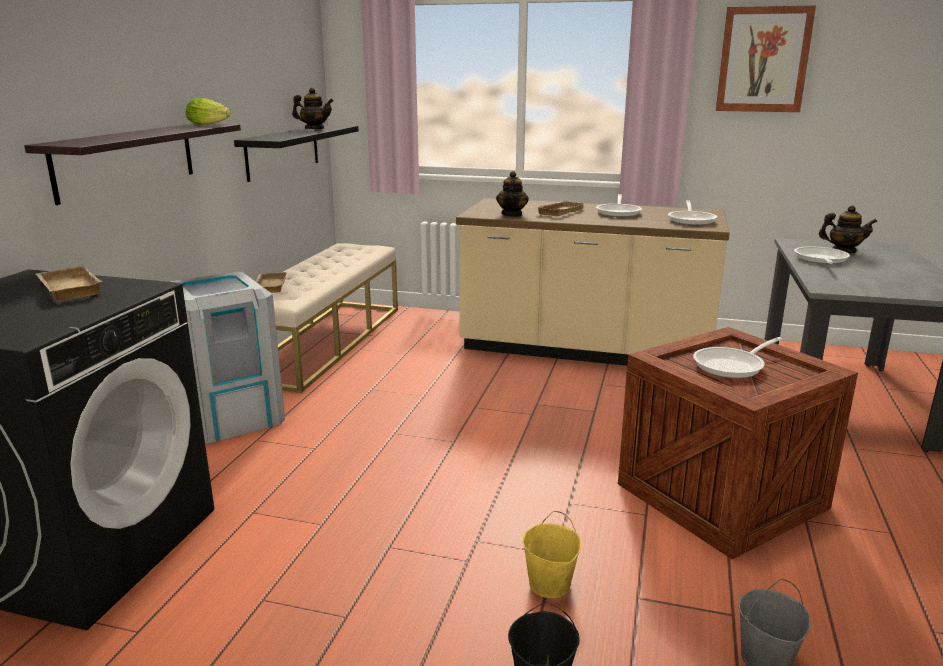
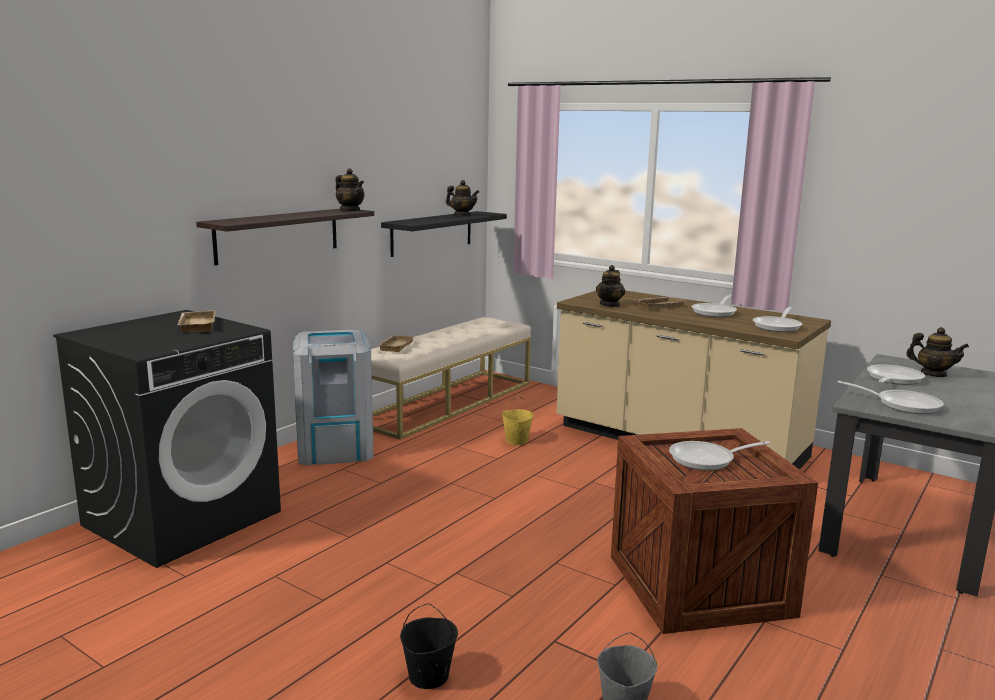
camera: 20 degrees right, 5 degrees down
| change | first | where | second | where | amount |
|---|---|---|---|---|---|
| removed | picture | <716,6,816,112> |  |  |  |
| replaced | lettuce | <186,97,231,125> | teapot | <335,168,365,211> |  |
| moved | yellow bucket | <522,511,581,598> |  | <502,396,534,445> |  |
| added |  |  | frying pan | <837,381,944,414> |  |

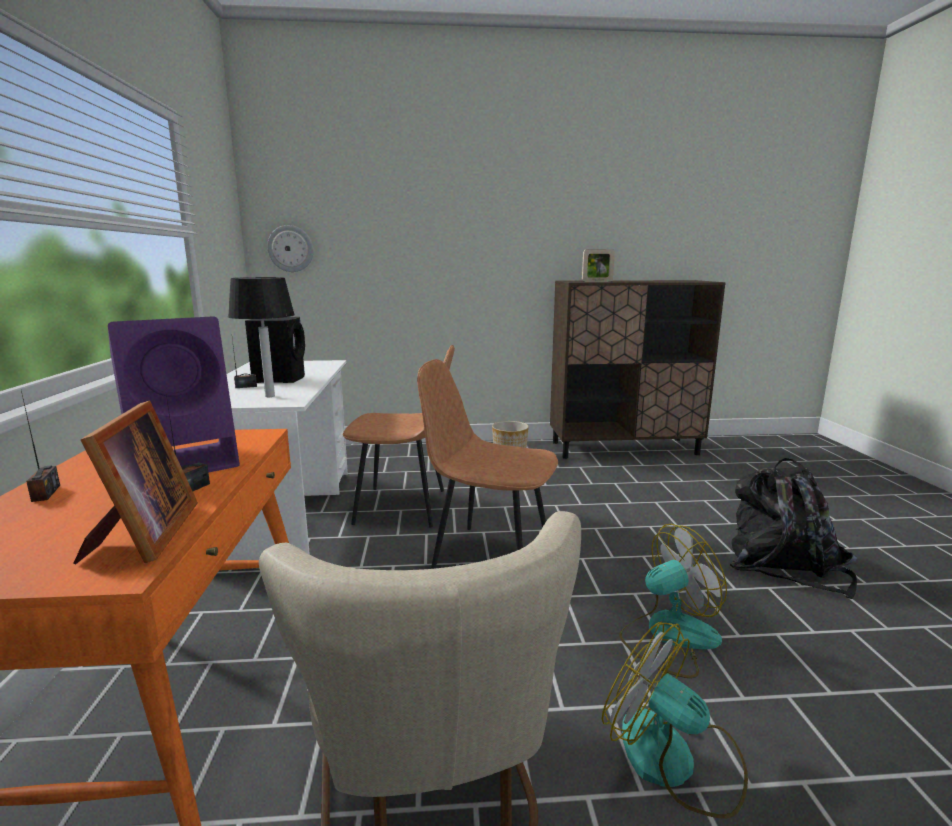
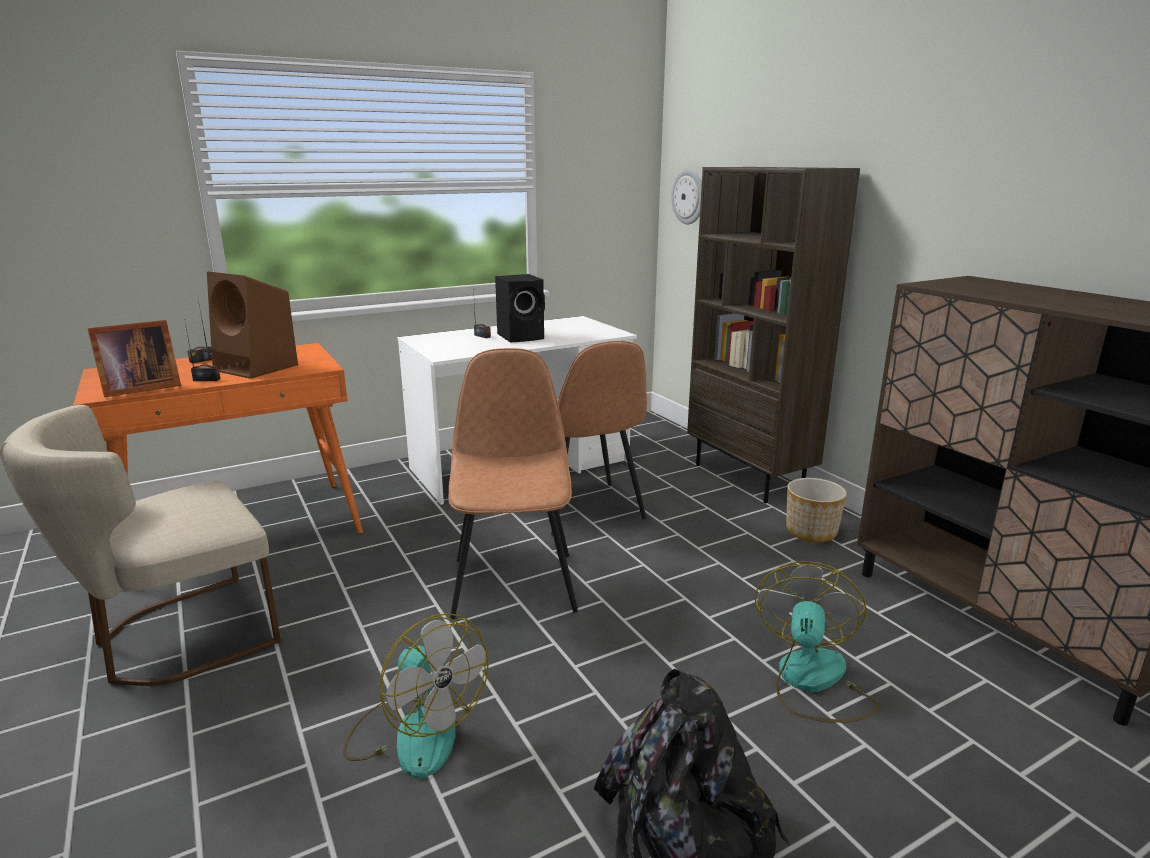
camera: 65 degrees right, 5 degrees up
| change | first | where | second | where | amount |
|---|---|---|---|---|---|
| removed | picture frame | <582,249,615,282> |  |  |  |
| removed | table lamp | <228,277,295,397> |  |  |  |
| recoloured | purple speaker | <108,316,240,473> | brown speaker | <207,272,298,379> |  |
| moved | fan | <602,622,748,819> |  | <755,561,879,723> |  |
| added |  |  | brown bookcase | <687,167,860,503> |  |

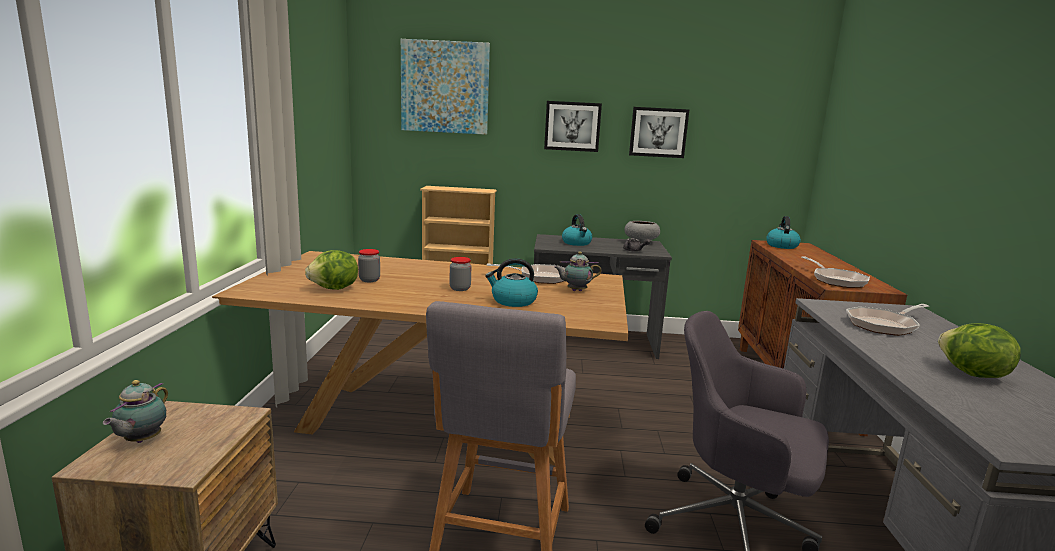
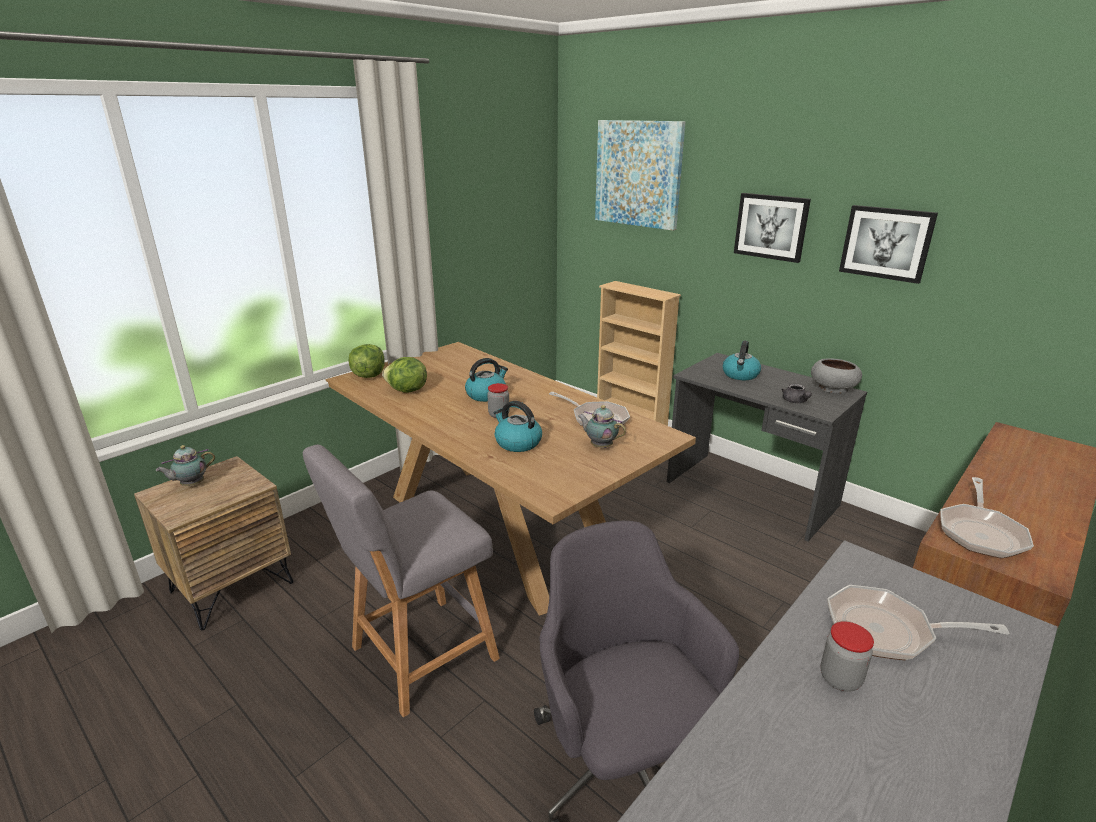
camera: 40 degrees right, 10 degrees up
| change | first | where | second | where | amount |
|---|---|---|---|---|---|
| moved | kettle | <766,216,801,249> |  | <465,358,508,402> |  |
| moved | jar | <358,249,380,282> |  | <821,621,874,692> |  |
| moved | lettuce | <938,323,1021,378> |  | <348,344,385,378> |  |

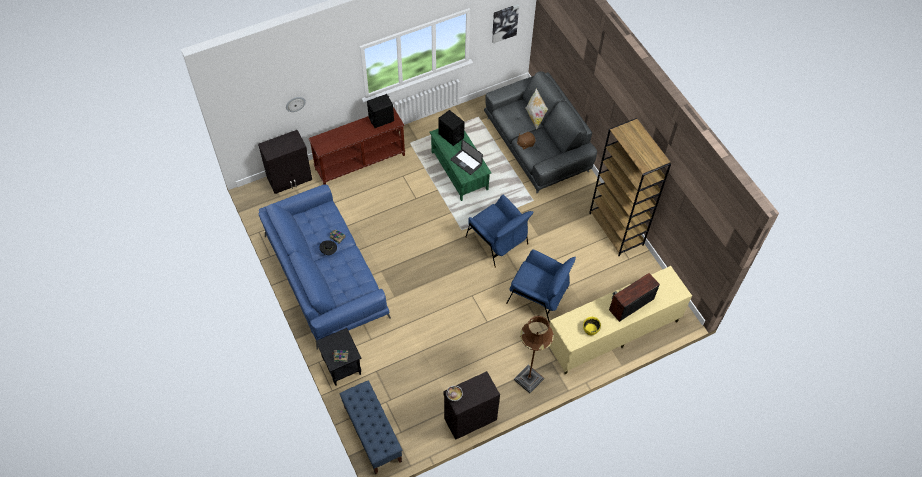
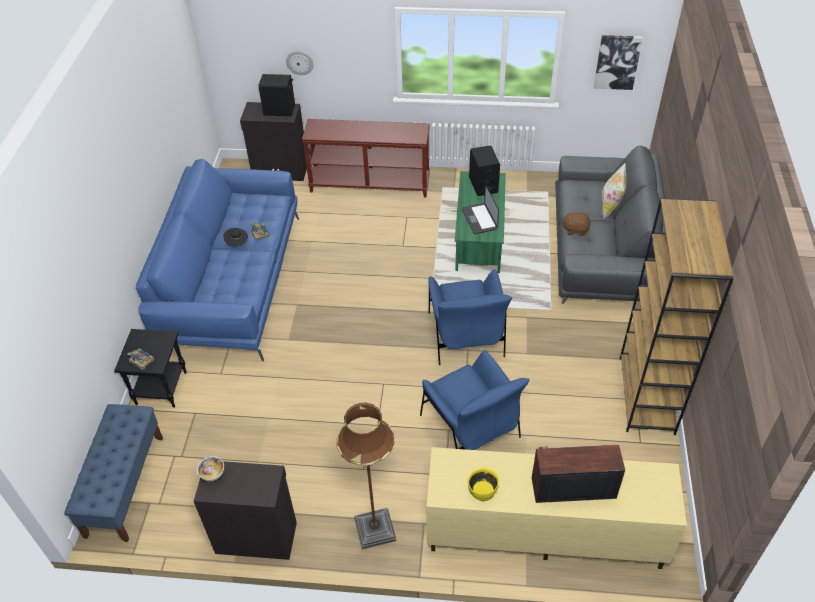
camera: 35 degrees right, 10 degrees down
| change | first | where | second | where | amount |
|---|---|---|---|---|---|
| moved | black speaker | <367,94,394,128> |  | <258,74,295,116> |  |

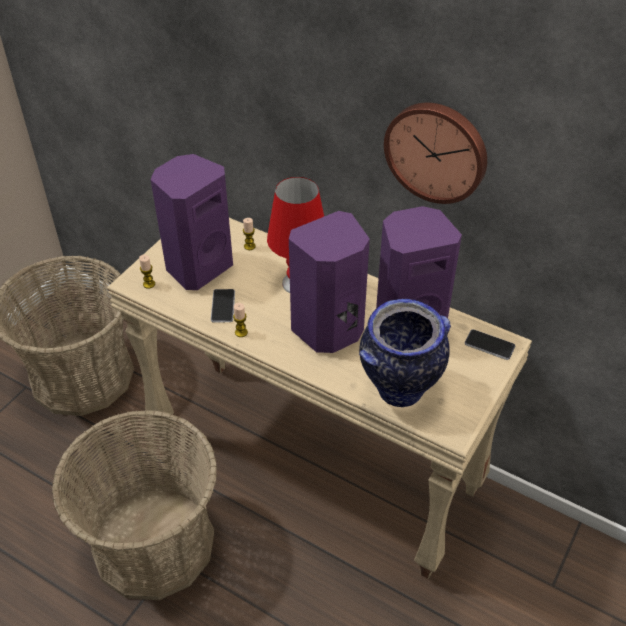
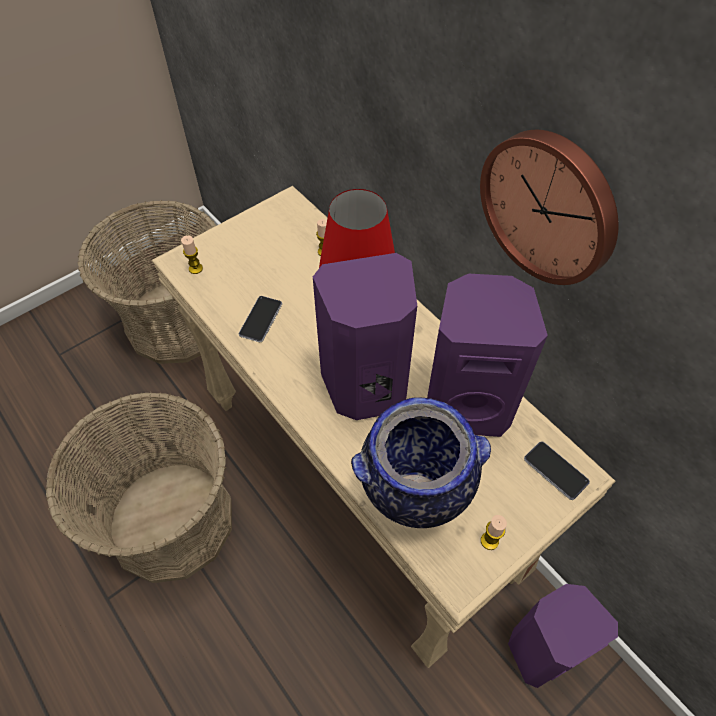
camera: 20 degrees right, 10 degrees up
| change | first | where | second | where | amount |
|---|---|---|---|---|---|
| moved | purple speaker | <151,154,233,290> |  | <508,584,618,688> |  |
| moved | candle | <233,303,248,337> |  | <481,515,507,550> |  |

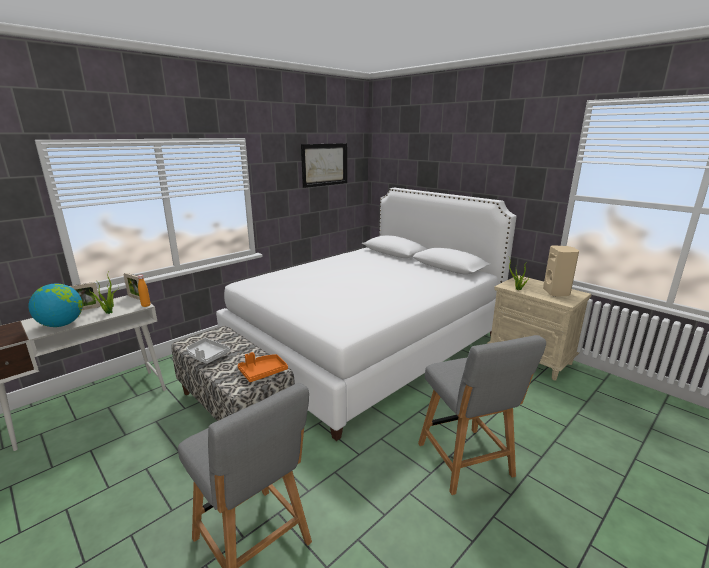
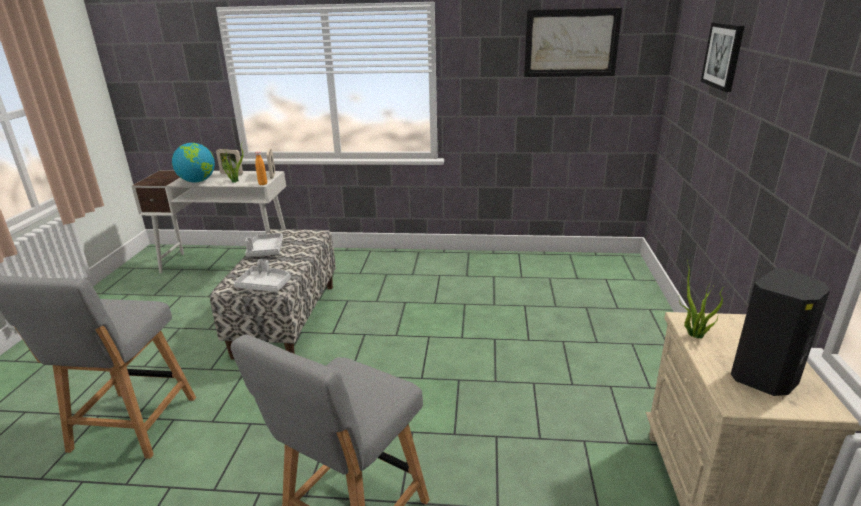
camera: 50 degrees right, 5 degrees up
| change | first | where | second | where | amount |
|---|---|---|---|---|---|
| removed | white bed | <216,188,517,441> |  |  |  |
| recoloured | beige speaker | <543,245,579,297> | black speaker | <731,268,830,396> |  |
| recoloured | orange tray | <237,352,288,382> | grey tray | <234,259,291,292> |  |
| added |  |  | picture | <701,22,745,92> |  |

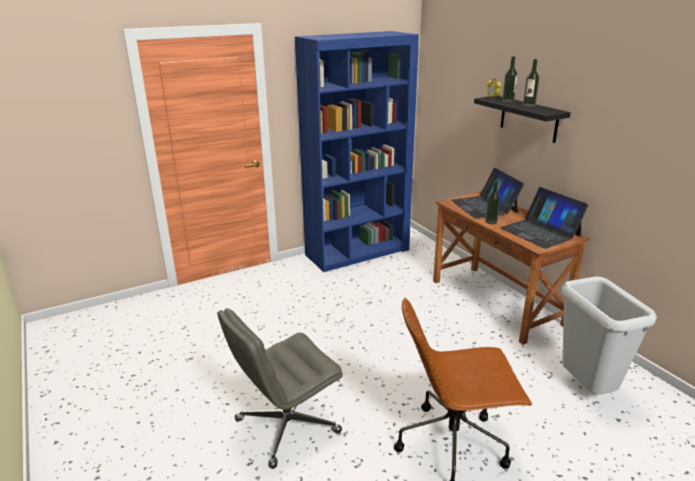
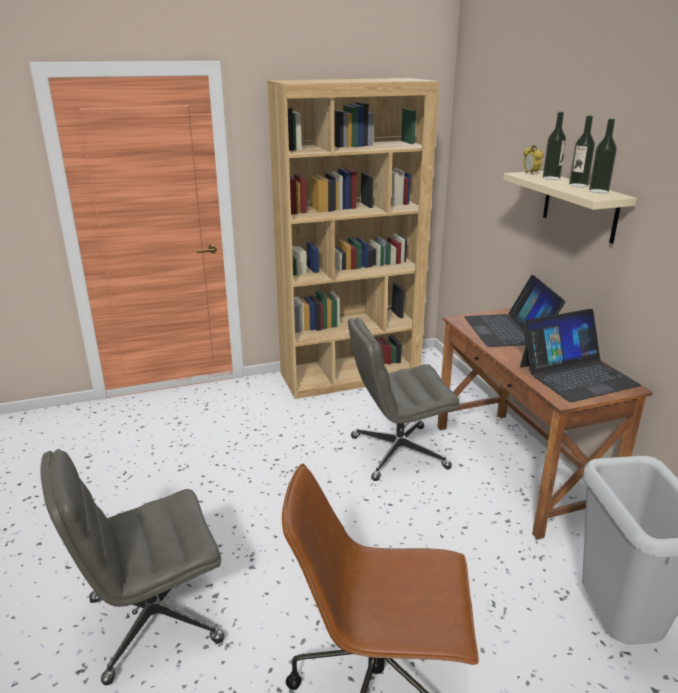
camera: 10 degrees right, 0 degrees up
| change | first | where | second | where | amount |
|---|---|---|---|---|---|
| recoloured | blue bookcase | <295,31,419,272> | brown bookcase | <267,78,439,399> |  |
| recoloured | black shelf | <474,96,571,143> | beige shelf | <503,171,637,244> |  |
| moved | bottle | <485,181,500,224> |  | <589,119,617,193> |  |
| turned | laptop | <500,187,589,249> |  | <520,309,642,402> | 90 degrees counterclockwise |
| added |  |  | grey office chair | <348,318,460,481> |  |

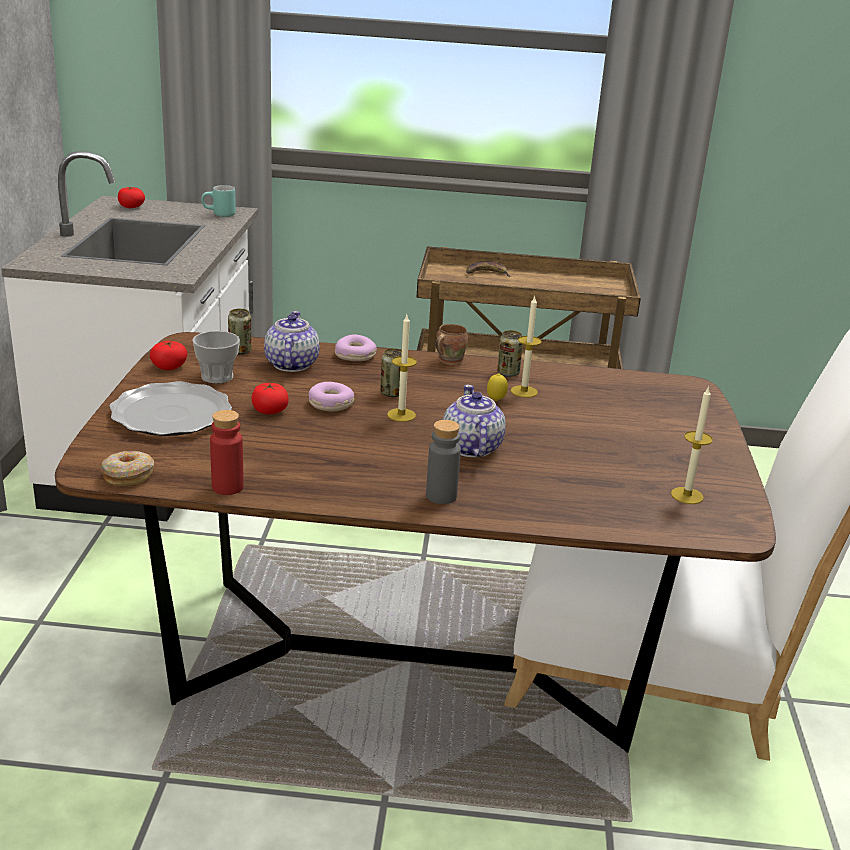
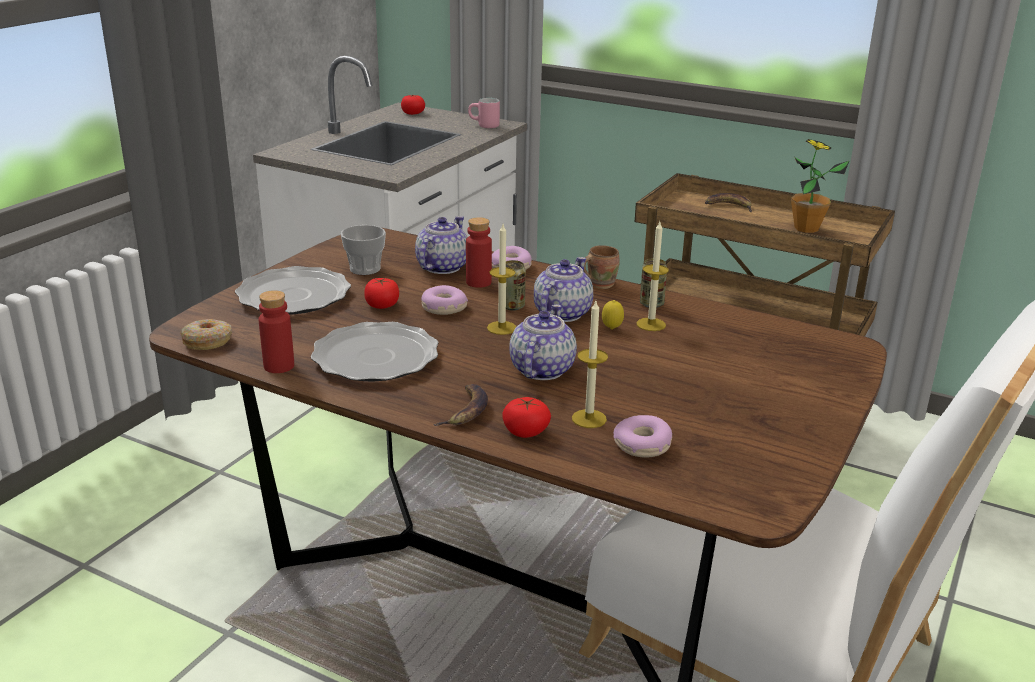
camera: 25 degrees right, 0 degrees up
| change | first | where | second | where | amount |
|---|---|---|---|---|---|
| recoloured | turquoise mug | <201,185,236,217> | pink mug | <468,98,500,128> |  |
| removed | can | <228,309,252,355> |  |  |  |
| moved | tomato | <150,341,188,370> |  | <503,397,551,438> |  |
| moved | candle | <671,386,713,504> |  | <572,301,608,428> |  |
| replaced | grey bottle | <426,420,461,504> | banana | <433,384,488,426> |  |
| added |  |  | potted plant | <791,139,849,233> |  |
| added |  |  | red bottle | <466,217,492,288> |  |
| added |  |  | teapot | <534,257,593,322> |  |
| added |  |  | plate | <311,322,438,382> |  |
| added |  |  | donut | <613,415,672,457> |  |

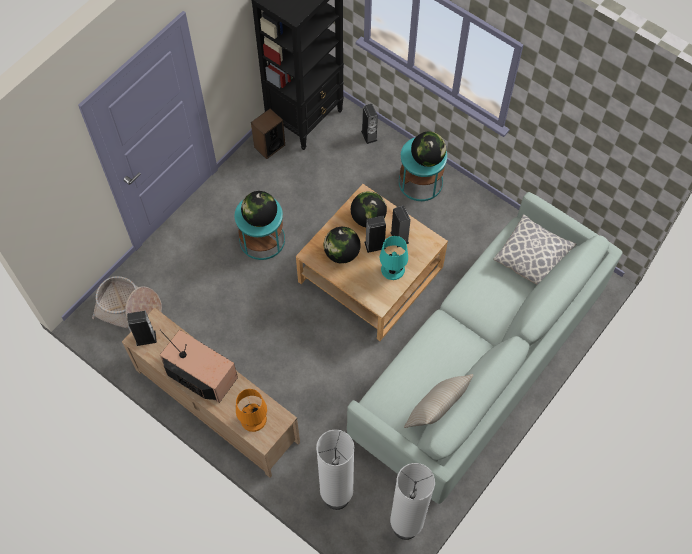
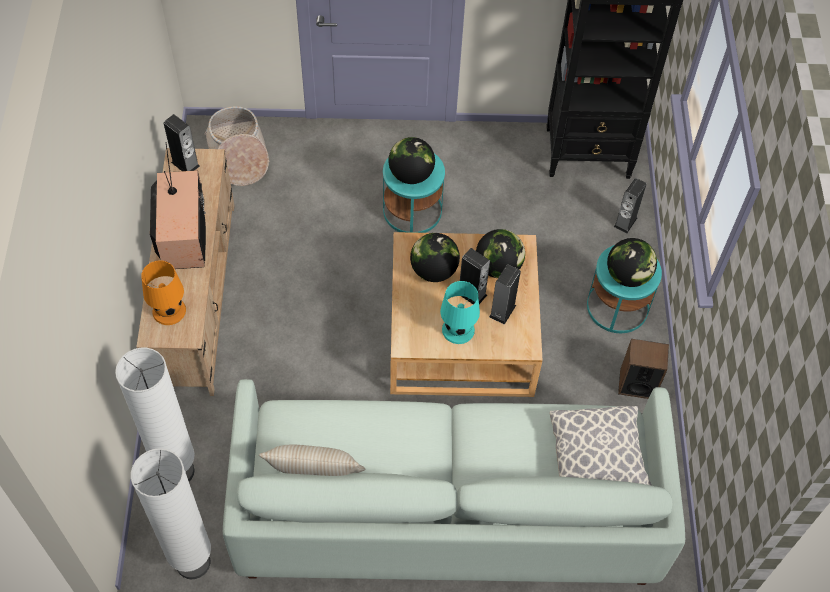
camera: 50 degrees right, 5 degrees down
| change | first | where | second | where | amount |
|---|---|---|---|---|---|
| moved | speaker | <251,108,285,159> |  | <618,339,669,399> |  |

